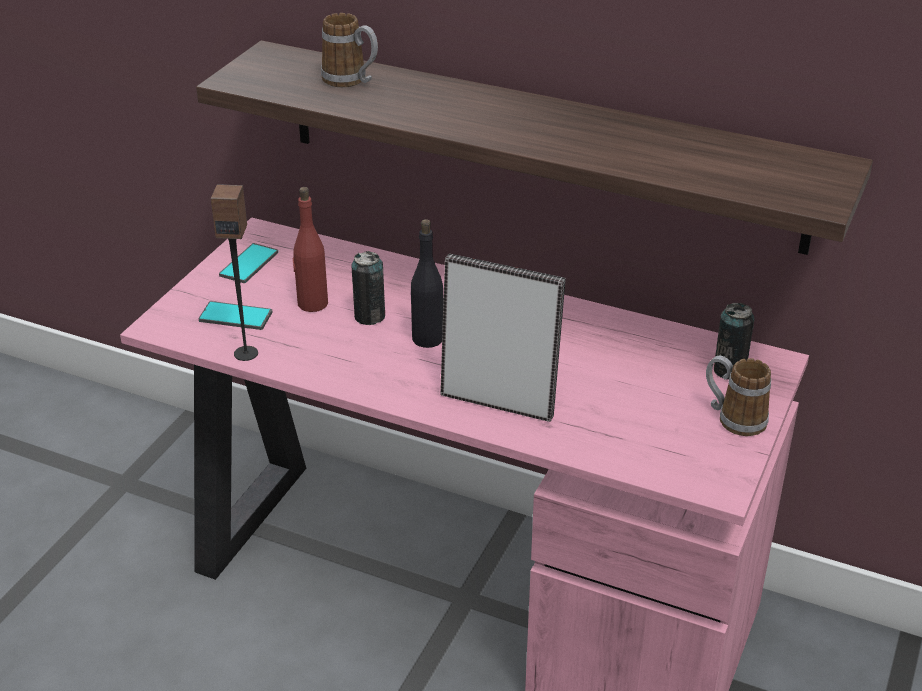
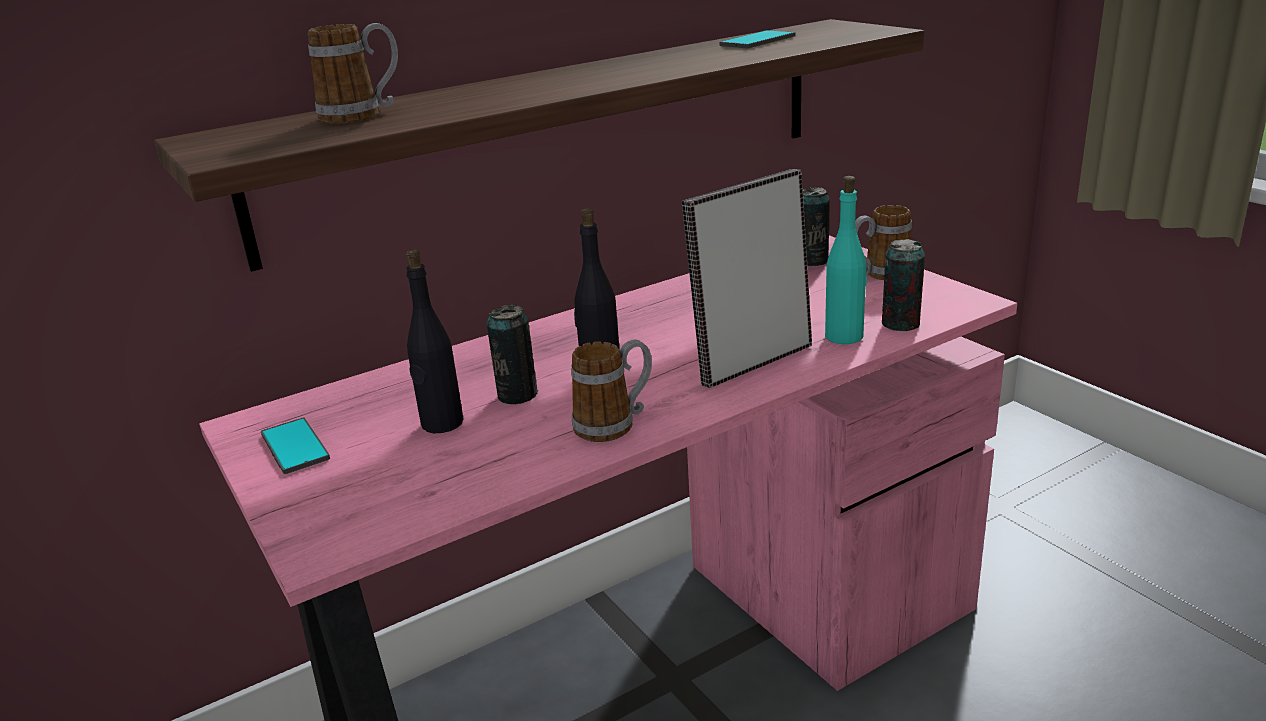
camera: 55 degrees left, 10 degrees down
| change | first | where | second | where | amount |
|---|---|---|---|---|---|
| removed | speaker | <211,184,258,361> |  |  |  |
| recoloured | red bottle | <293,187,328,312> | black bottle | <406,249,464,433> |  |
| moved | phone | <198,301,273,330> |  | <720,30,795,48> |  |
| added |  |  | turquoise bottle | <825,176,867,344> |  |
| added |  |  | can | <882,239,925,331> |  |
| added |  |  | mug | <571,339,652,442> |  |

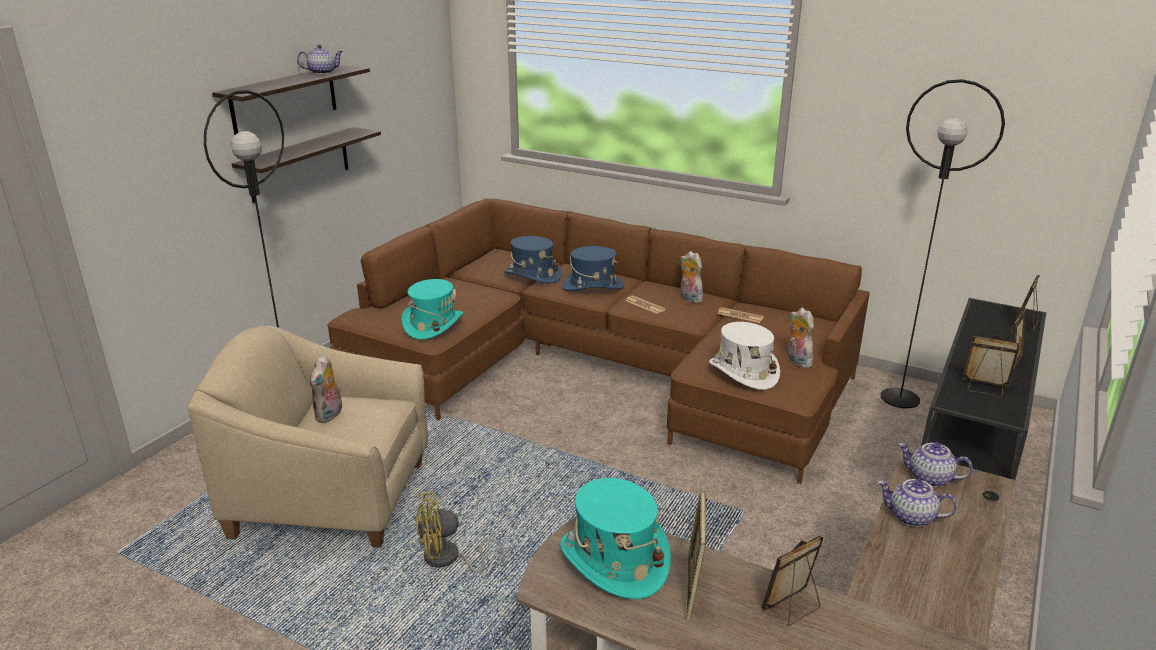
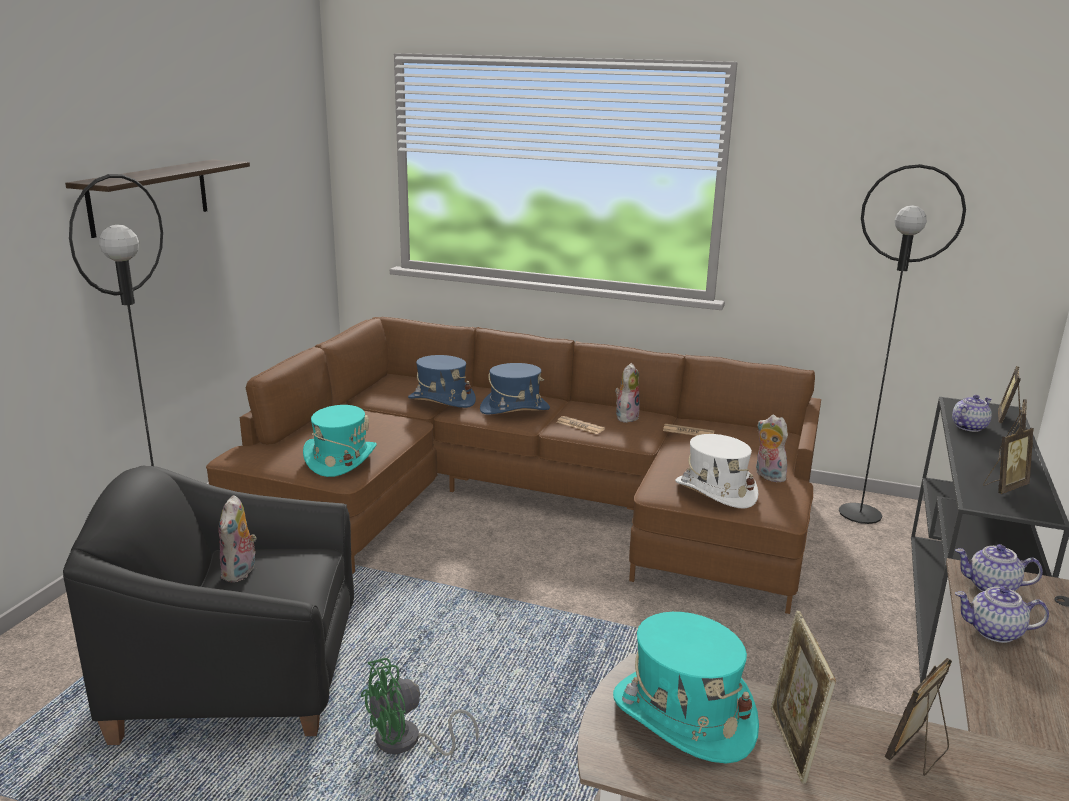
camera: 10 degrees left, 5 degrees down
| change | first | where | second | where | amount |
|---|---|---|---|---|---|
| moved | teapot | <297,45,343,74> |  | <952,395,992,432> |  |
| removed | shelf | <232,127,381,203> |  |  |  |
| turned | plush toy | <680,251,706,303> |  | <615,363,640,423> | 75 degrees clockwise |
| recoloured | beige armchair | <188,326,428,548> | black armchair | <63,466,354,745> |  |
| turned | picture frame | <963,335,1020,397> |  | <983,426,1034,494> | 135 degrees clockwise |
| recoloured | yellow fan | <415,492,505,573> | green fan | <361,658,478,756> |  |

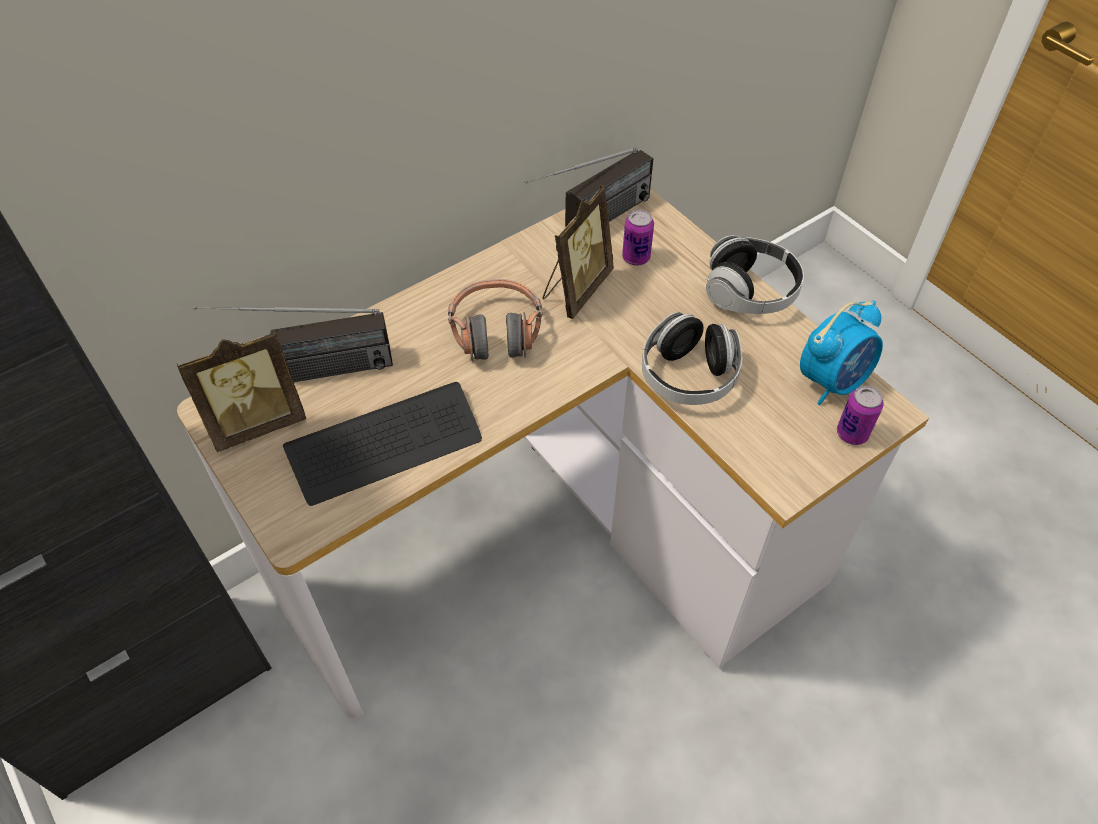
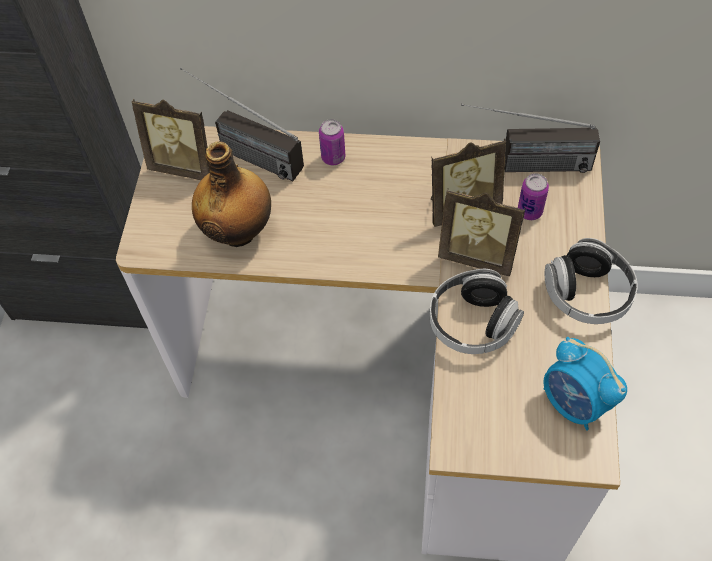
camera: 45 degrees right, 5 degrees up
| change | first | where | second | where | amount |
|---|---|---|---|---|---|
| removed | headphones | <448,279,542,362> |  |  |  |
| turned | alarm clock | <800,300,883,405> |  | <543,337,627,431> | 45 degrees clockwise |
| replaced | keyboard | <283,382,482,506> | bottle | <192,142,271,247> |  |
| moved | can | <837,385,884,445> |  | <319,119,345,165> |  |
| added |  |  | picture frame | <438,189,526,277> |  |

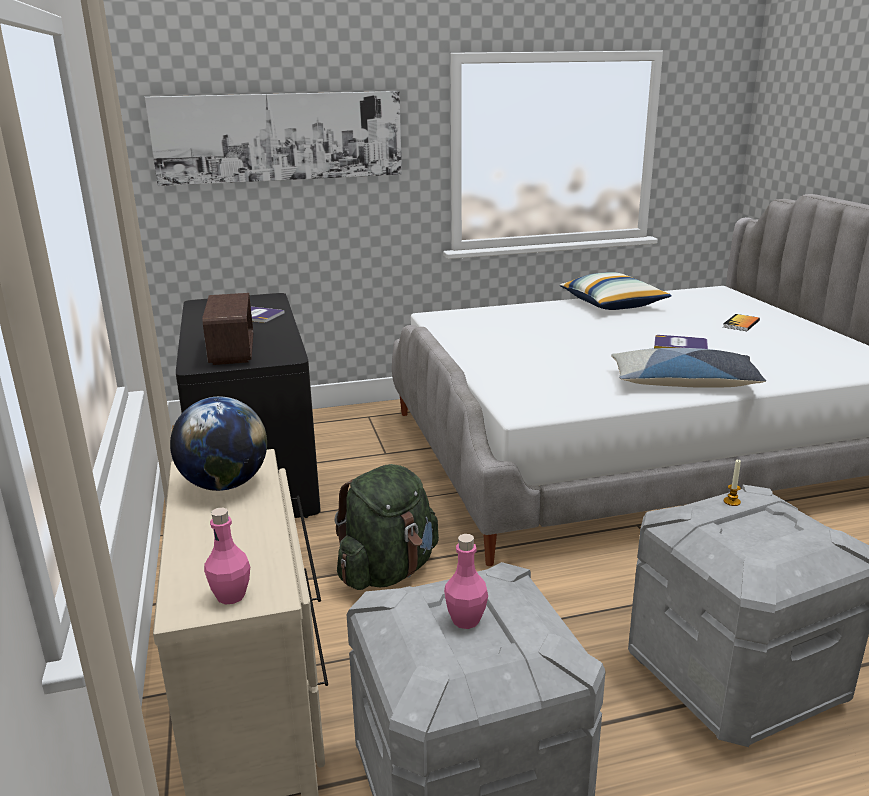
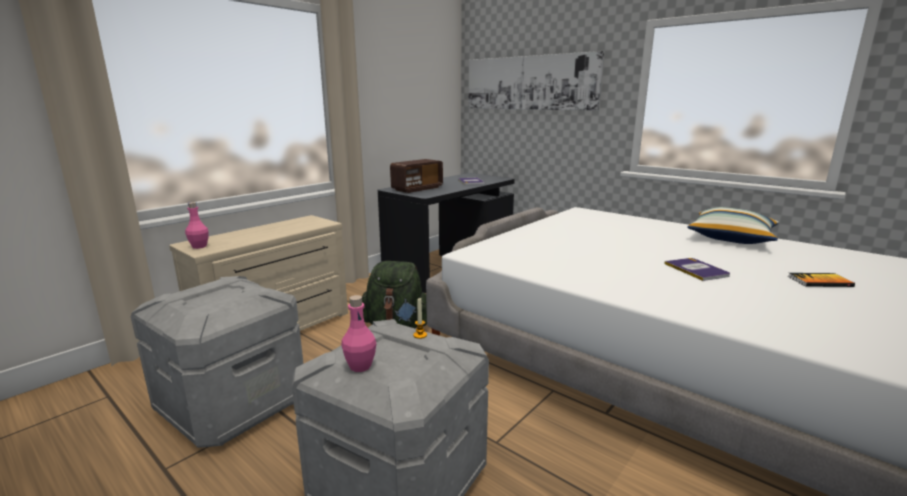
camera: 55 degrees right, 5 degrees down
| change | first | where | second | where | amount |
|---|---|---|---|---|---|
| removed | pillow | <611,348,766,388> |  |  |  |
| removed | globe | <170,397,267,491> |  |  |  |
| moved | pink bottle | <444,534,488,629> |  | <341,295,376,372> |  |

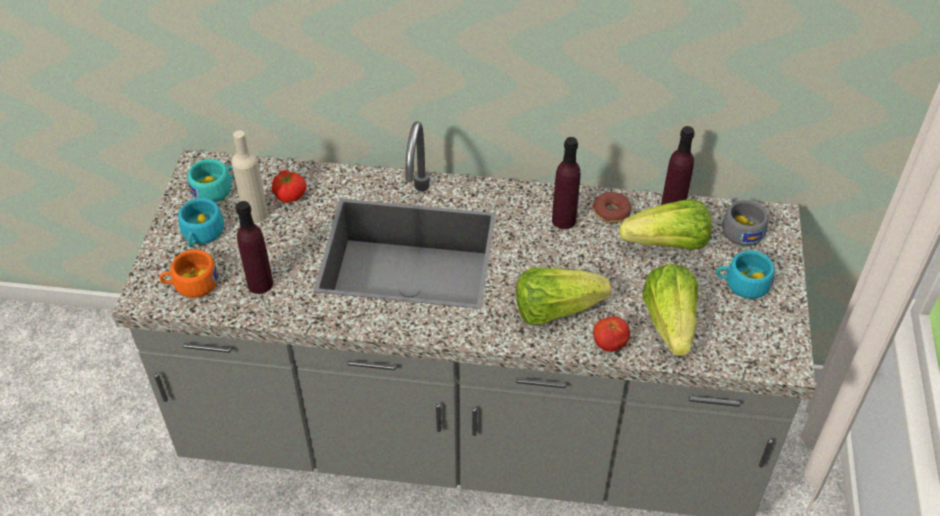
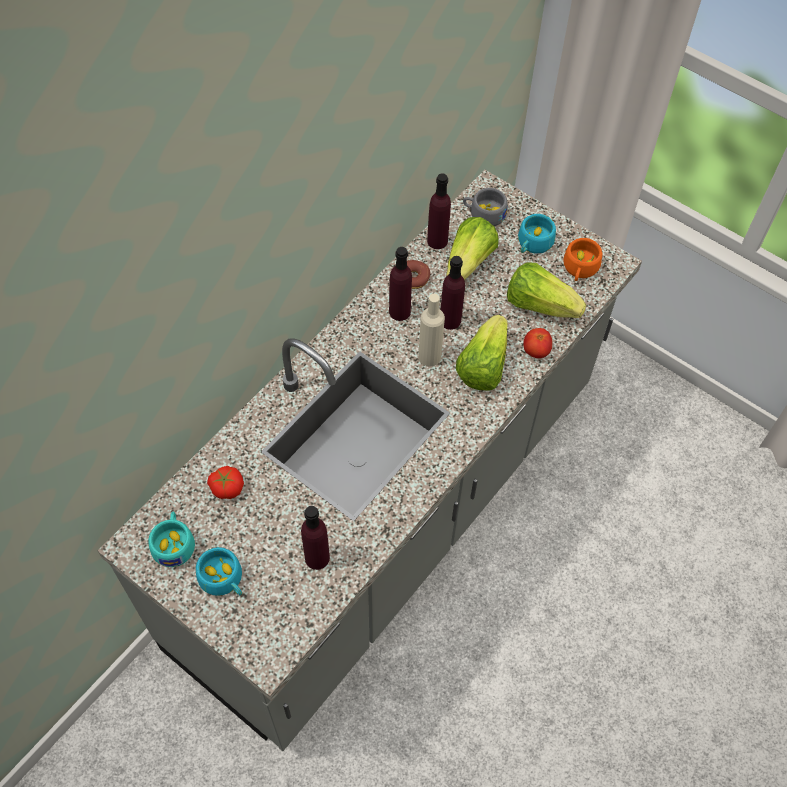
camera: 60 degrees left, 10 degrees up
| change | first | where | second | where | amount |
|---|---|---|---|---|---|
| moved | beige bottle | <231,130,268,223> |  | <418,294,445,367> |  |
| moved | orange cup | <159,249,219,298> |  | <563,238,602,281> |  |
| added |  |  | purple bottle | <441,256,465,330> |  |

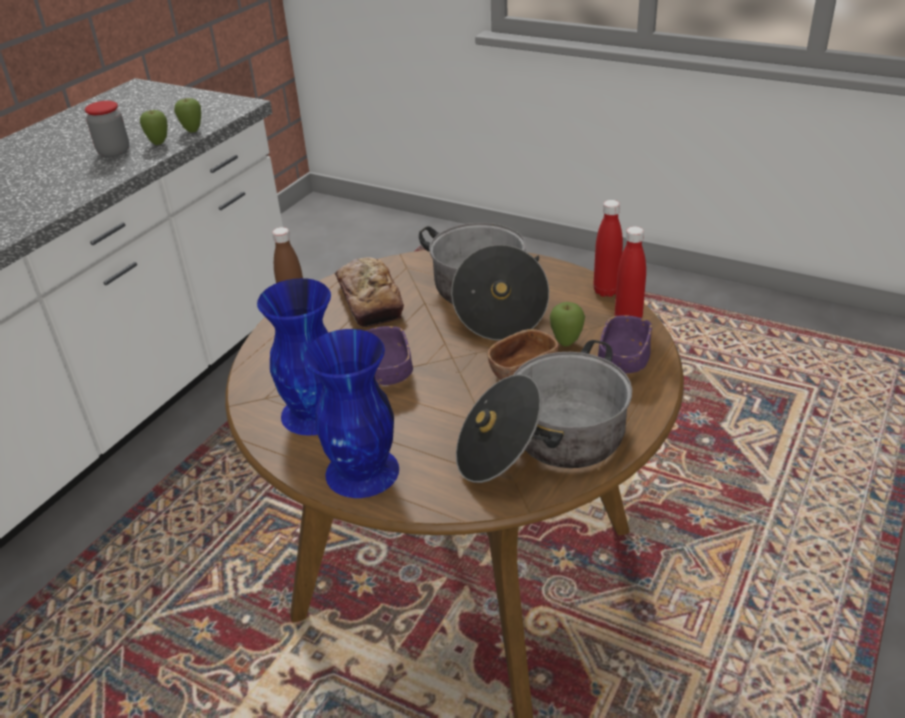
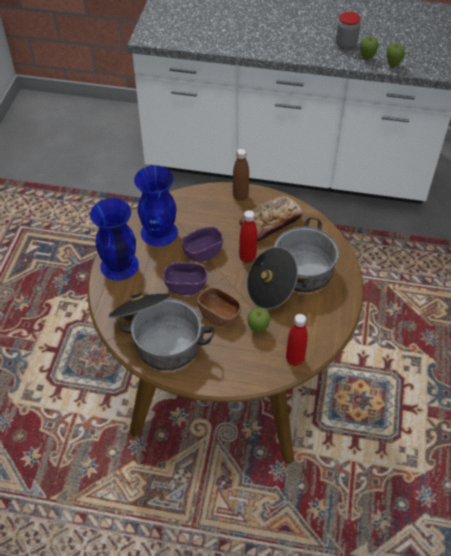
camera: 70 degrees right, 15 degrees up
| change | first | where | second | where | amount |
|---|---|---|---|---|---|
| moved | red bottle | <593,200,623,297> |  | <239,210,257,263> |  |
| moved | purple bowl | <598,315,652,373> |  | <163,262,207,295> |  |

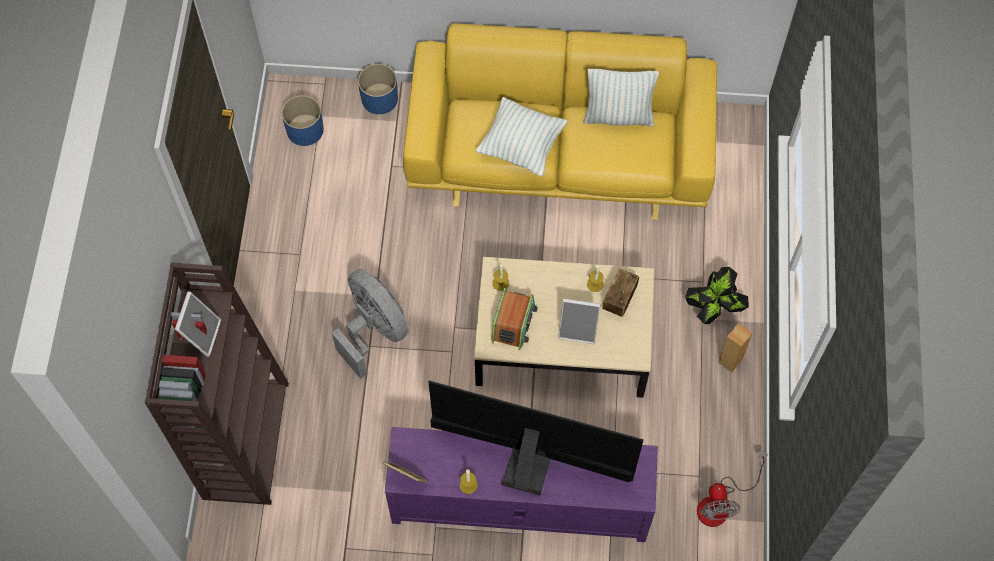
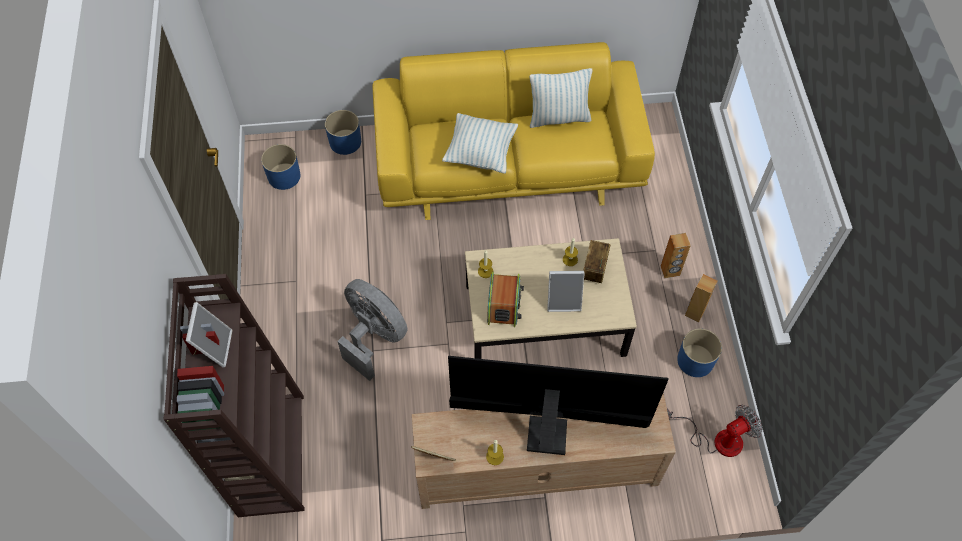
camera: 10 degrees left, 5 degrees down
| change | first | where | second | where | amount |
|---|---|---|---|---|---|
| replaced | potted plant | <685,267,749,324> | brown speaker | <661,233,691,278> |  |
| recoloured | purple tv stand | <385,427,658,542> | beige tv stand | <412,392,676,509> |  |
| turned | fan | <697,454,768,527> |  | <667,405,762,457> | 105 degrees counterclockwise |
| added |  |  | blue planter | <677,329,722,377> |  |

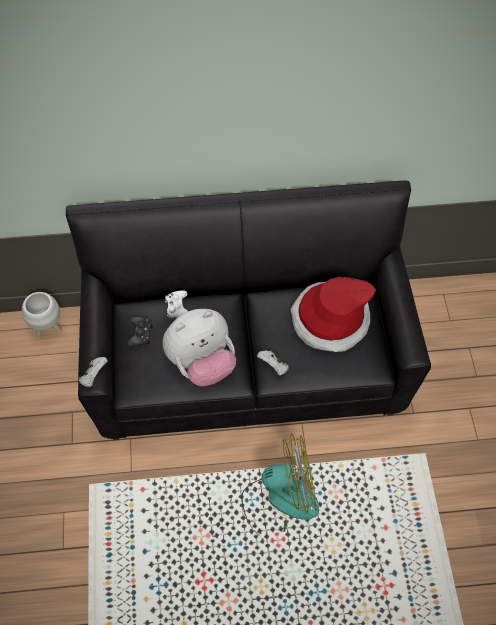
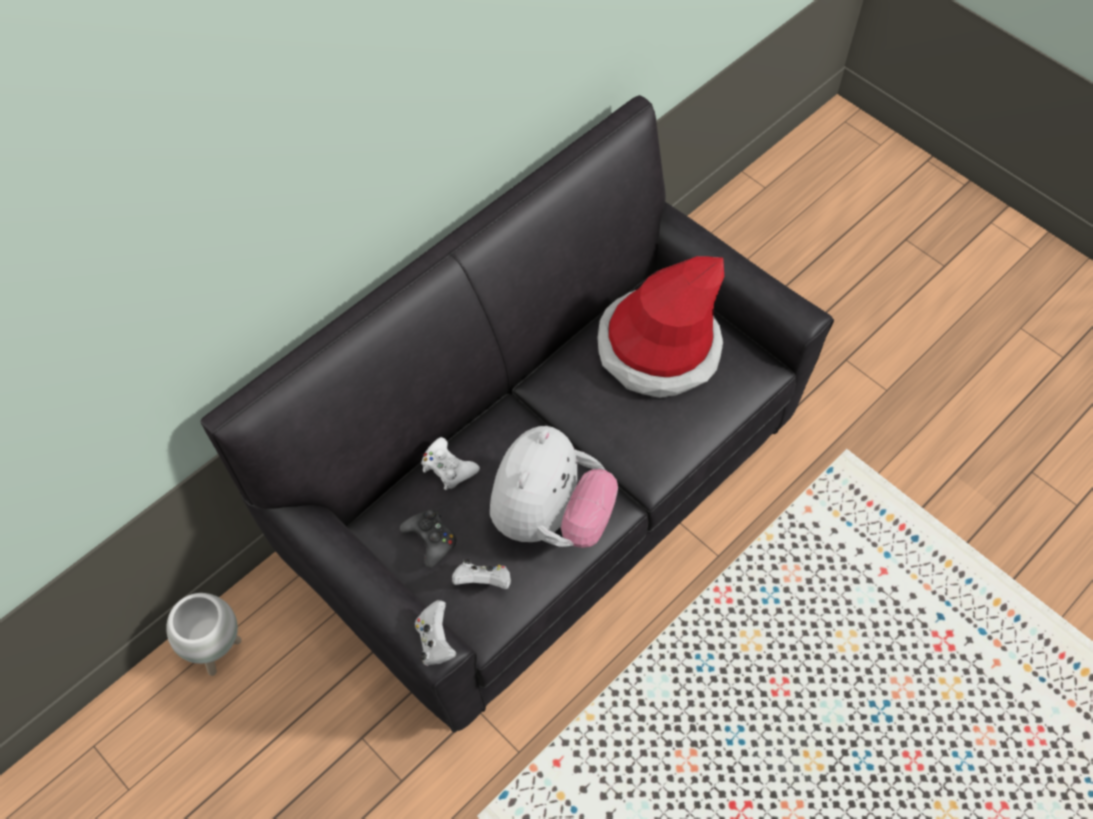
camera: 40 degrees left, 0 degrees up
| change | first | where | second | where | amount |
|---|---|---|---|---|---|
| moved | white game controller | <257,349,289,375> |  | <452,559,511,589> |  |
| removed | fan | <242,433,319,540> |  |  |  |

